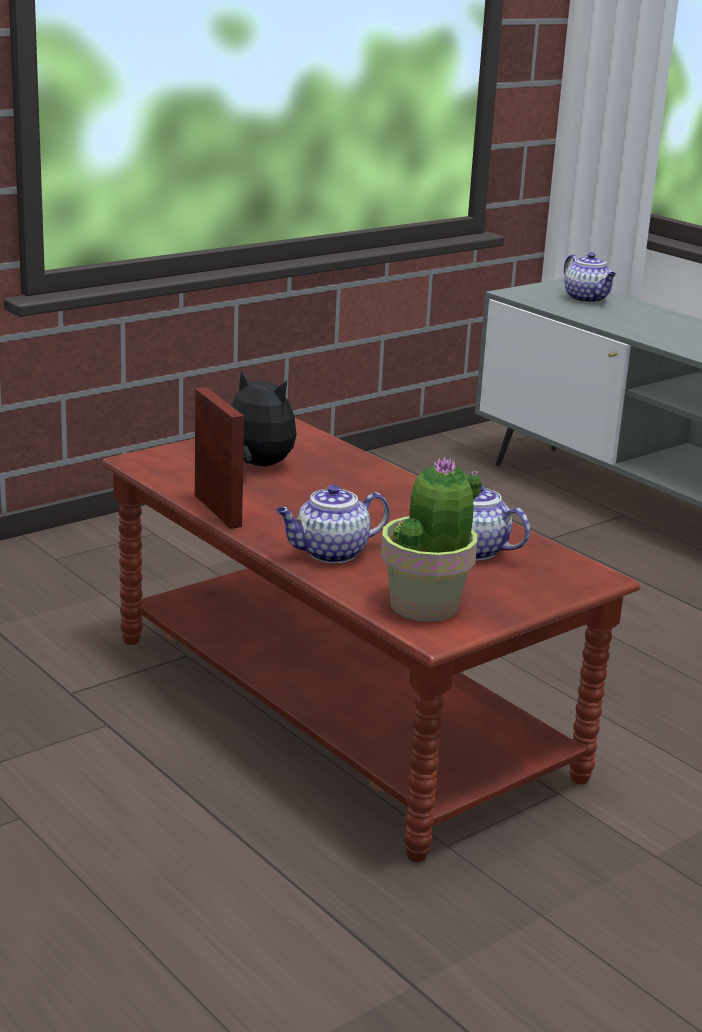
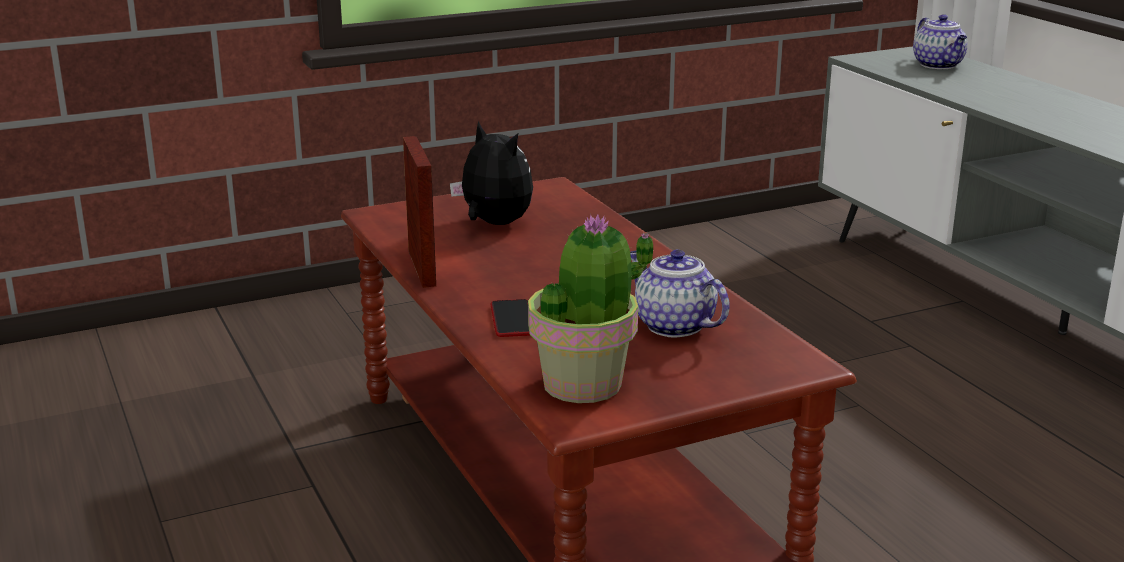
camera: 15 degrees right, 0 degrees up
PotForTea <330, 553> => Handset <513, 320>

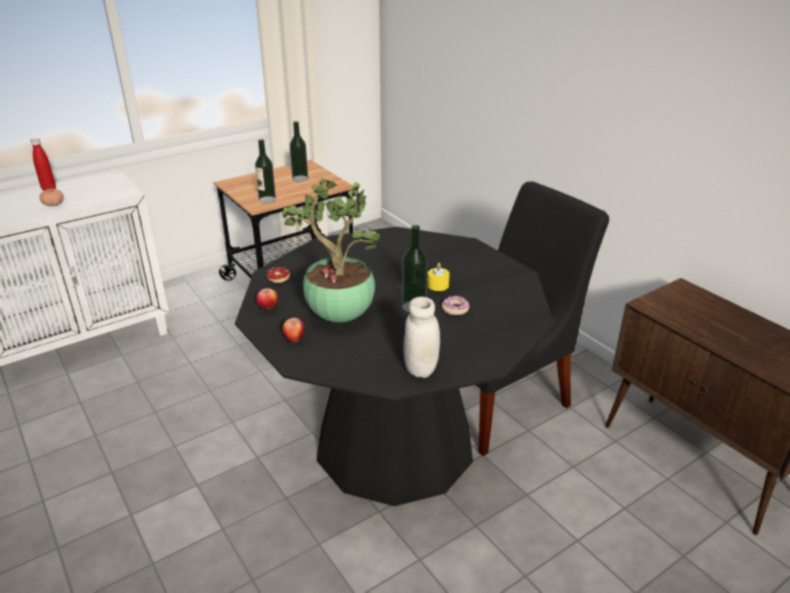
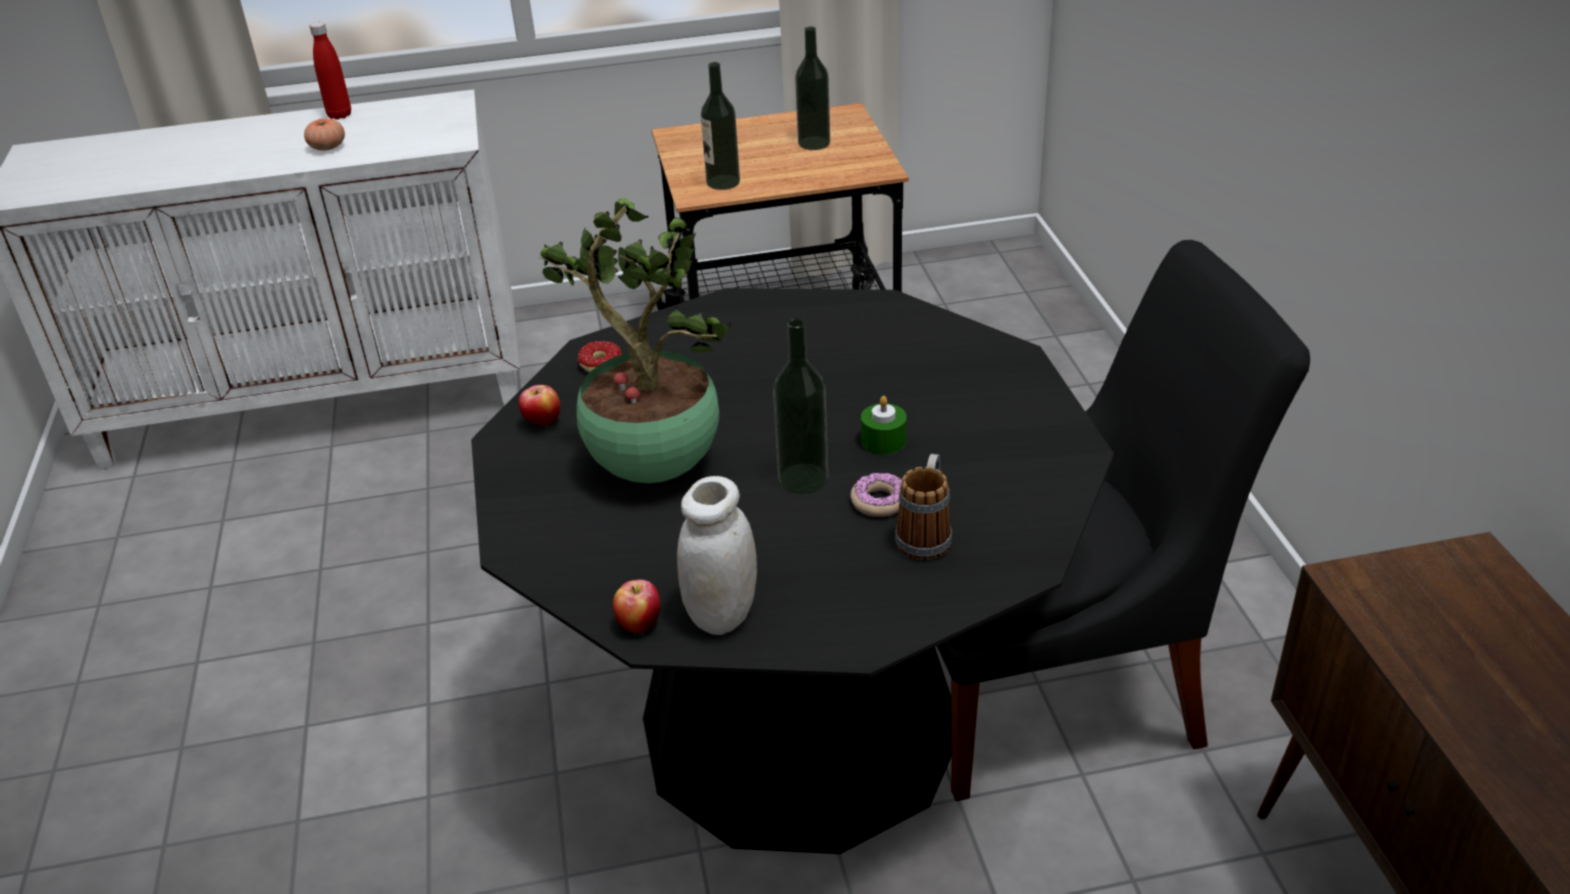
camera: 25 degrees right, 5 degrees up
AppleFruit <294, 339> => AppleFruit <639, 624>, move
YellowWaxLight <438, 285> => GreenWaxLight <883, 440>
nothing => Mug <926, 534>

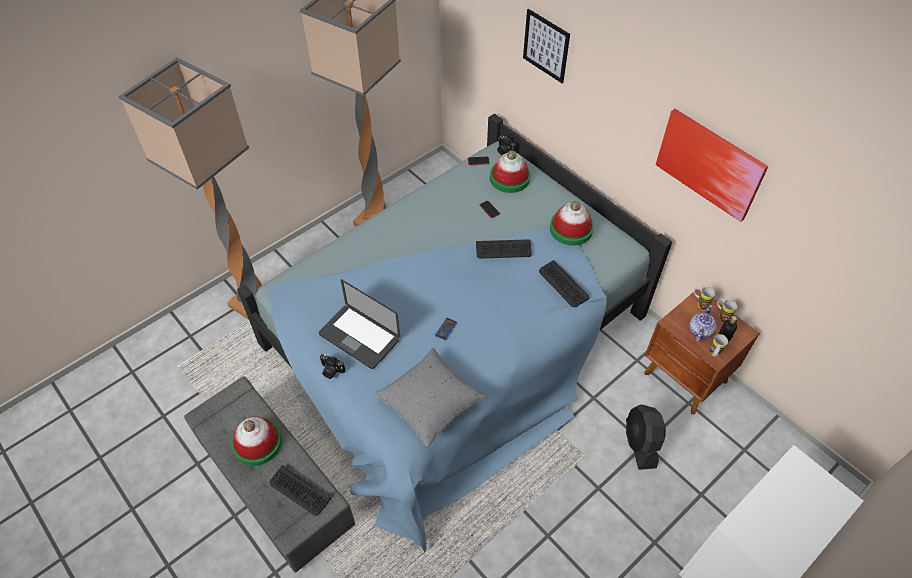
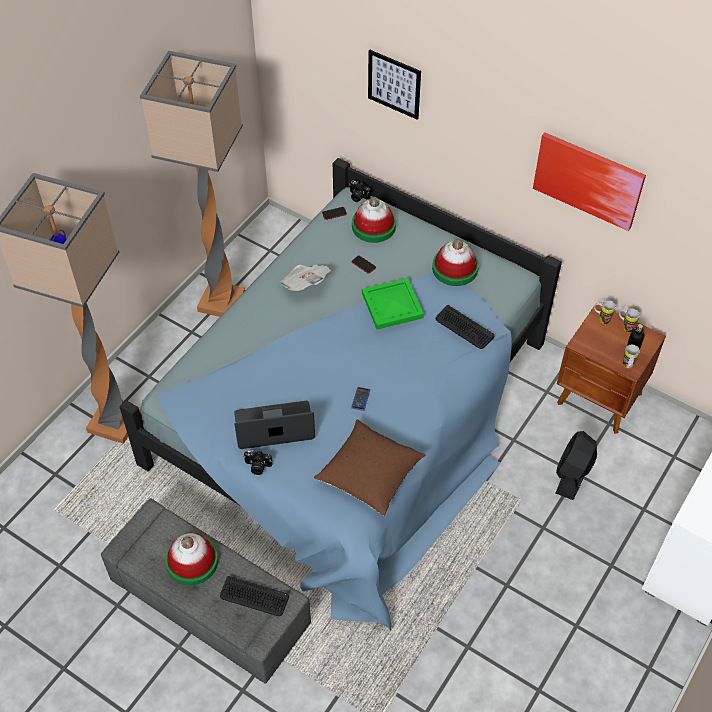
camera: 15 degrees left, 0 degrees up
NotebookComputer <359, 337> => NotebookComputer <274, 426>, 150 degrees clockwise
nothing => Newspaper <305, 285>
GrayPillow <430, 403> => BrownPillow <370, 475>
Keyboard <503, 250> => GreenServingTray <392, 304>
BlackColouredFan <640, 444> => BlackColouredFan <572, 474>, 45 degrees clockwise
PotForTea <699, 331> => nothing

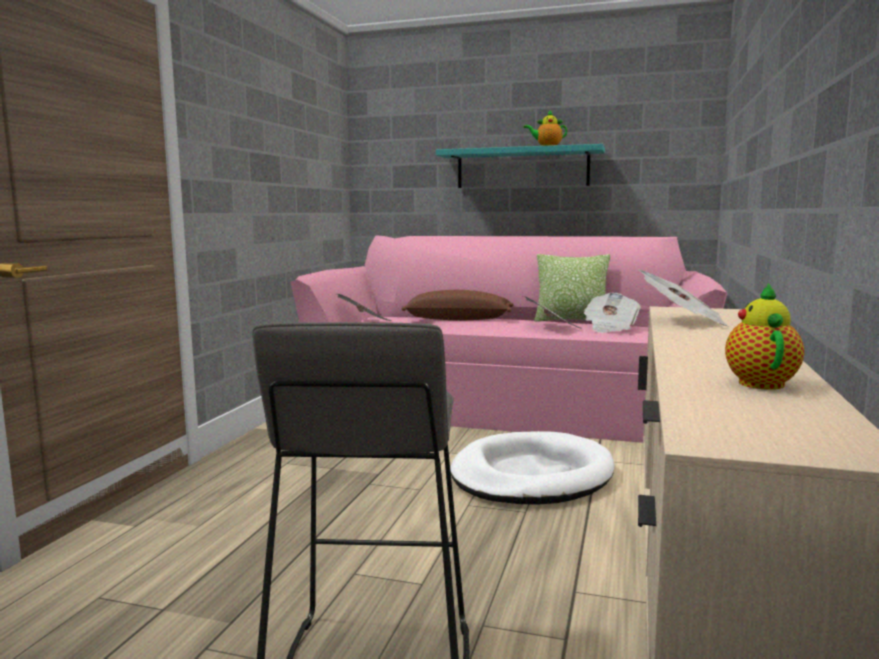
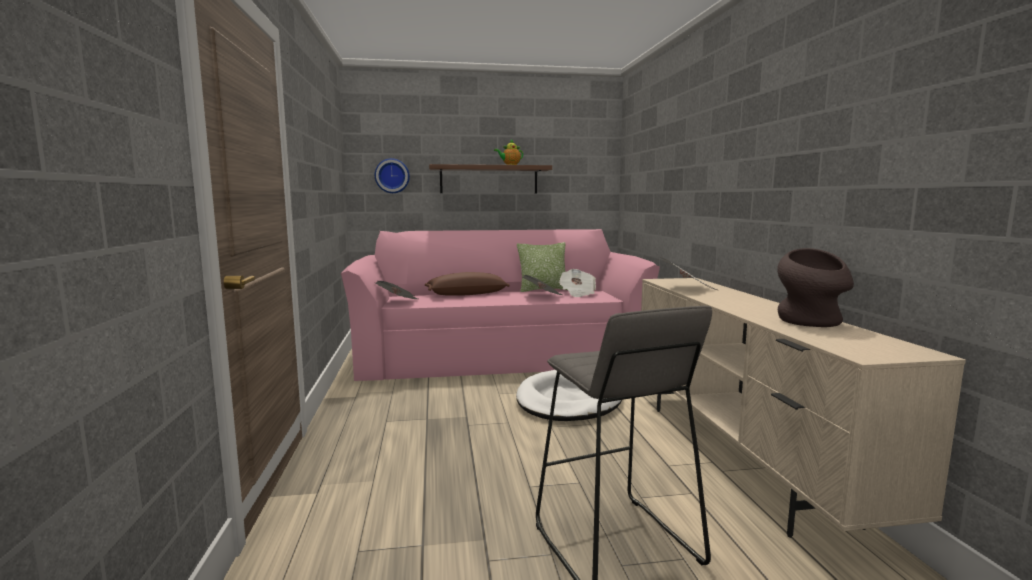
camera: 25 degrees left, 0 degrees up
nothing => WallClock <392, 176>
TurquoiseBracketShelf <522, 168> => BrownBracketShelf <489, 179>
PotForTea <759, 382> => BrownVase <810, 322>

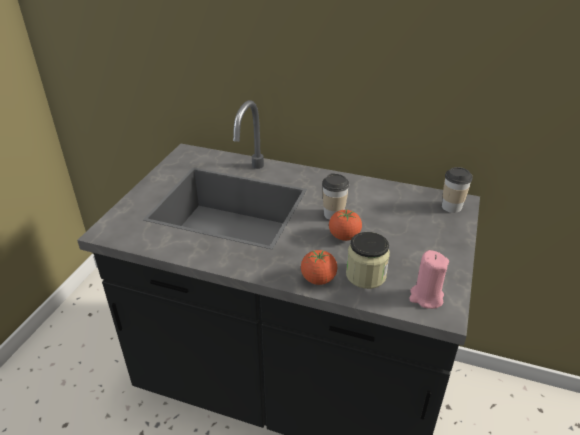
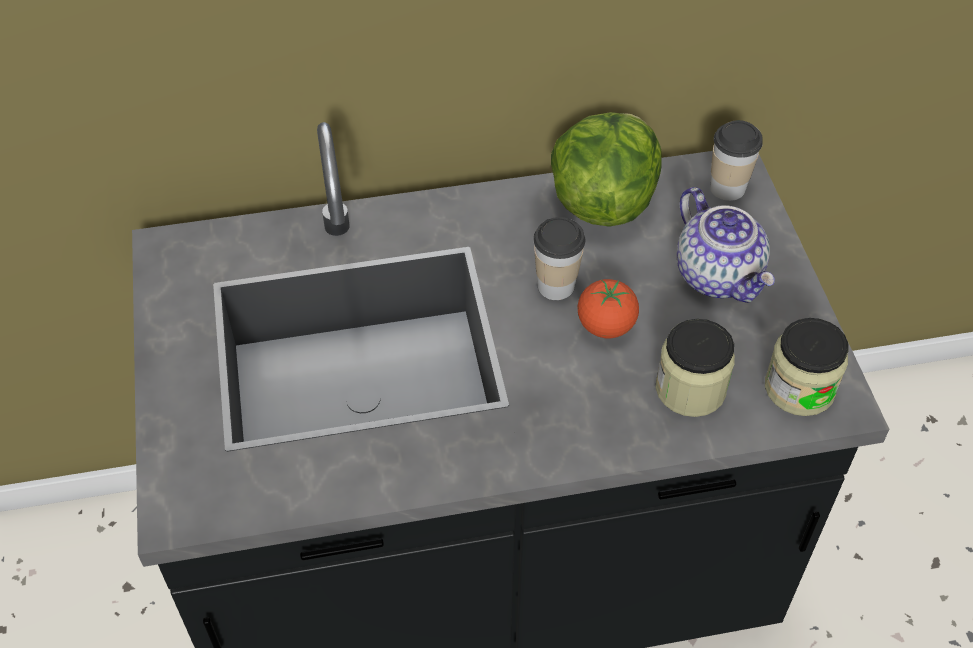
camera: 30 degrees left, 15 degrees up
nothing => HeadOfLettuce <603, 201>
nothing => PotForTea <719, 275>
PinkColouredWaxLight <426, 297> => Jar <799, 388>
WholeTomato <318, 279> => nothing

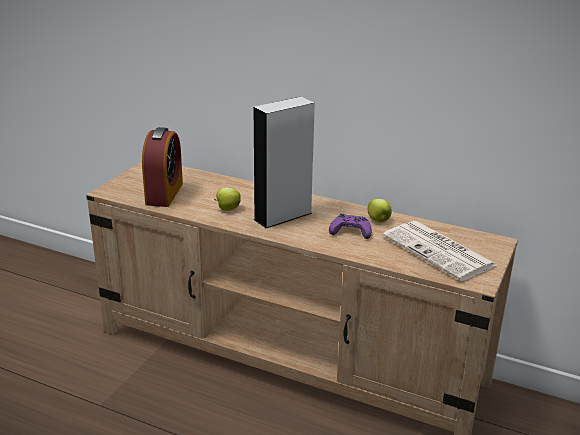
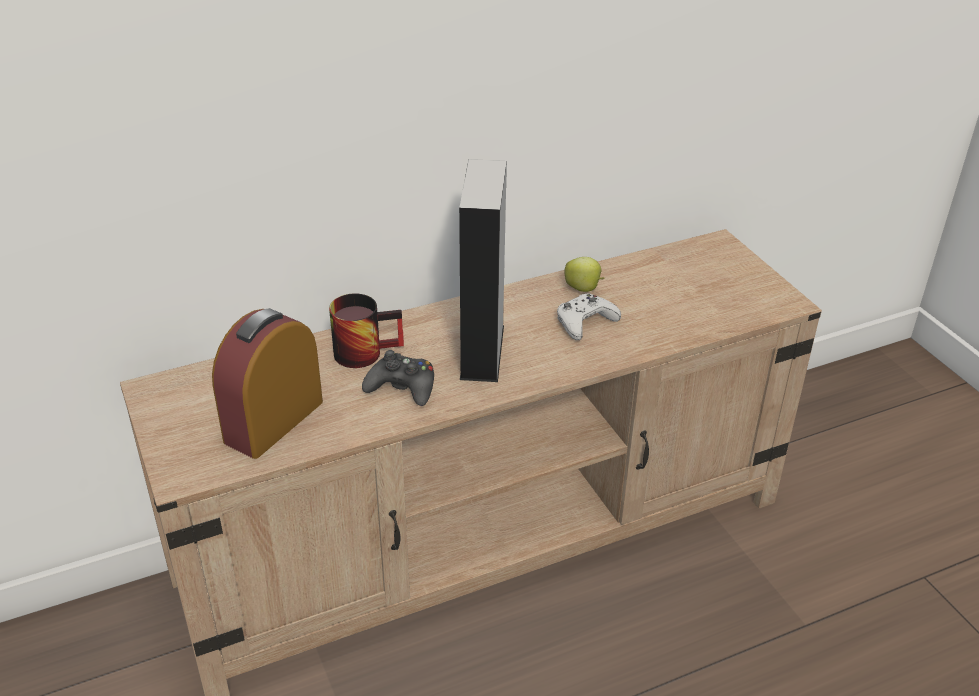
camera: 50 degrees left, 10 degrees up
TableClock <164, 193> => TableClock <274, 421>, 105 degrees counterclockwise
nothing => Mug <365, 350>
AppleFruit <227, 209> => BlackColouredJoypad <402, 387>
PurplishJoypad <350, 231> => WhitishJoypad <585, 322>
Newspaper <440, 251> => nothing

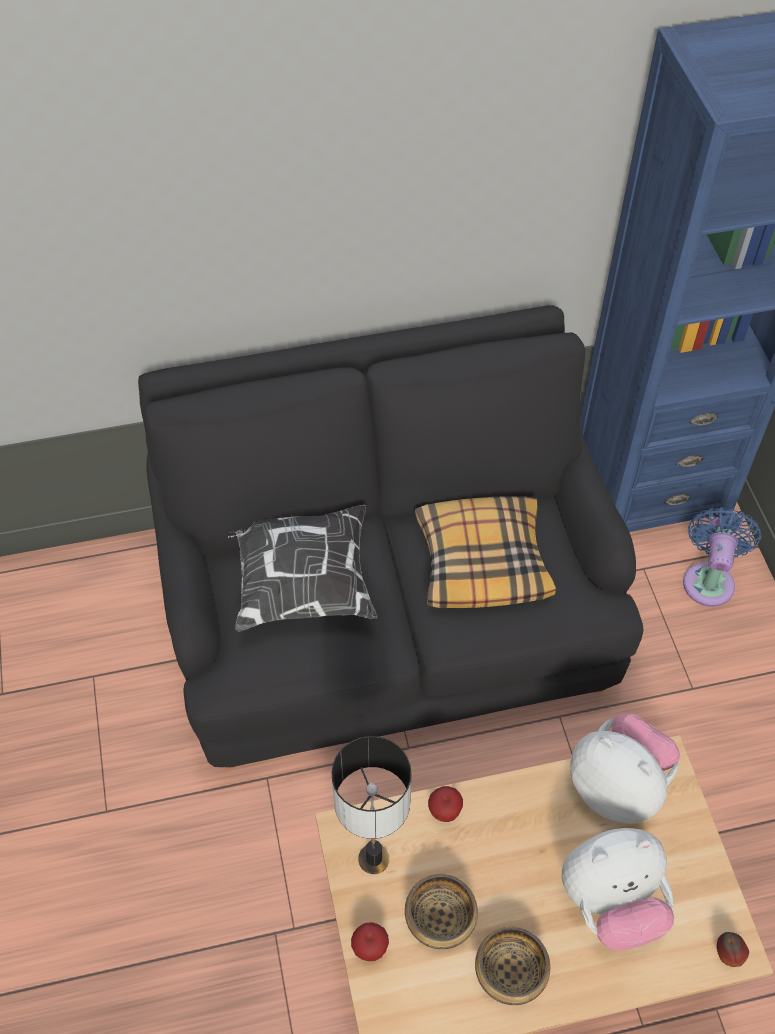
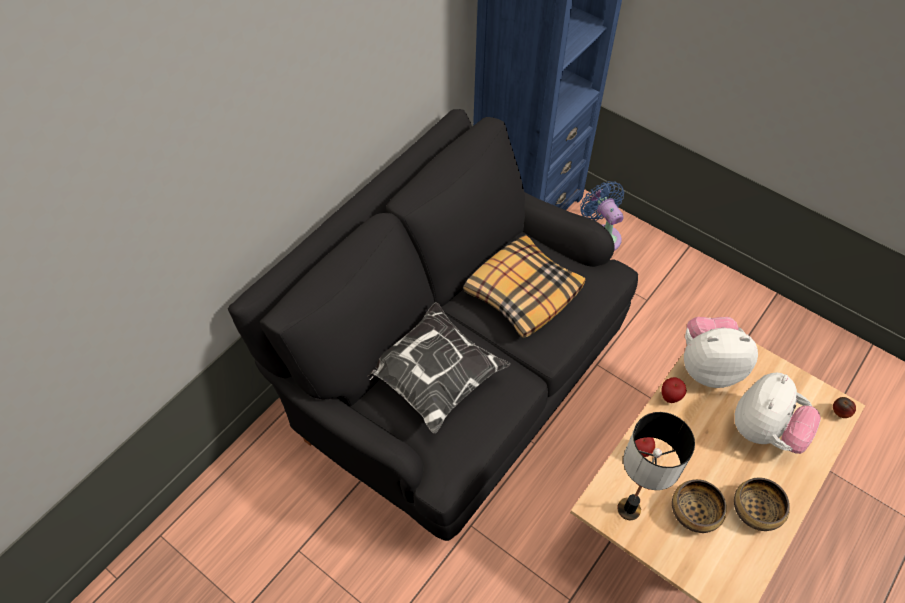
camera: 40 degrees left, 0 degrees up
AppleFruit <370, 948> => AppleFruit <670, 397>, move

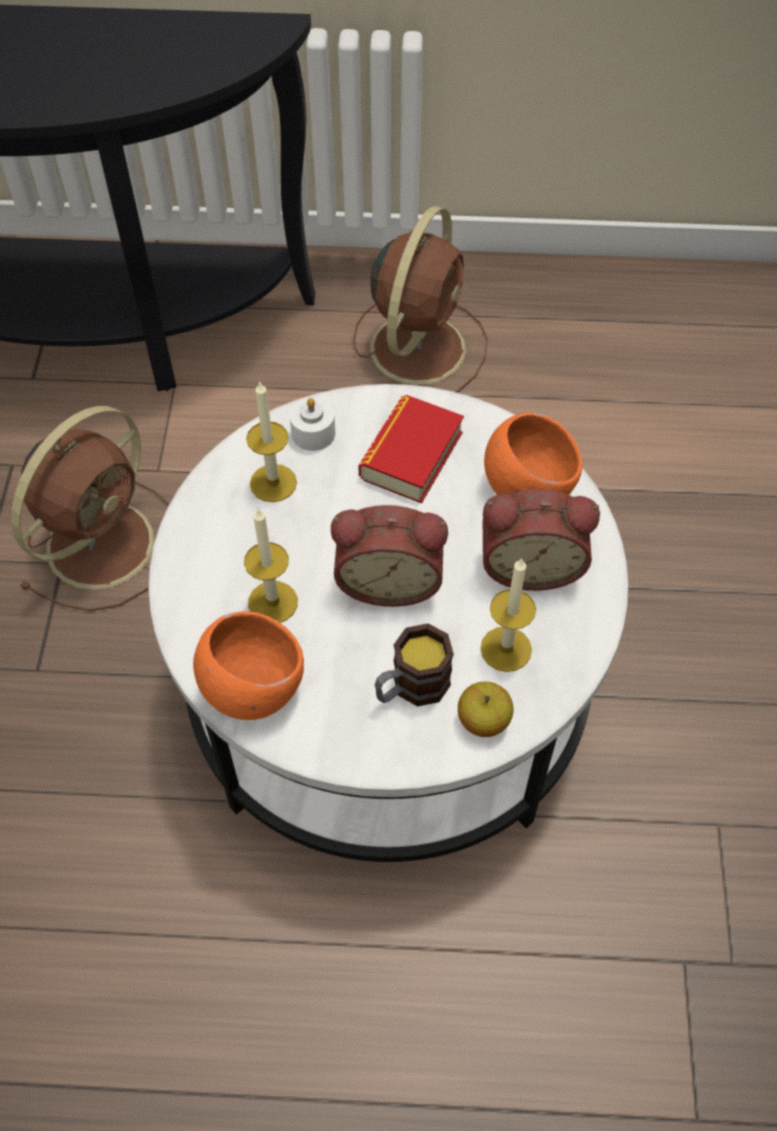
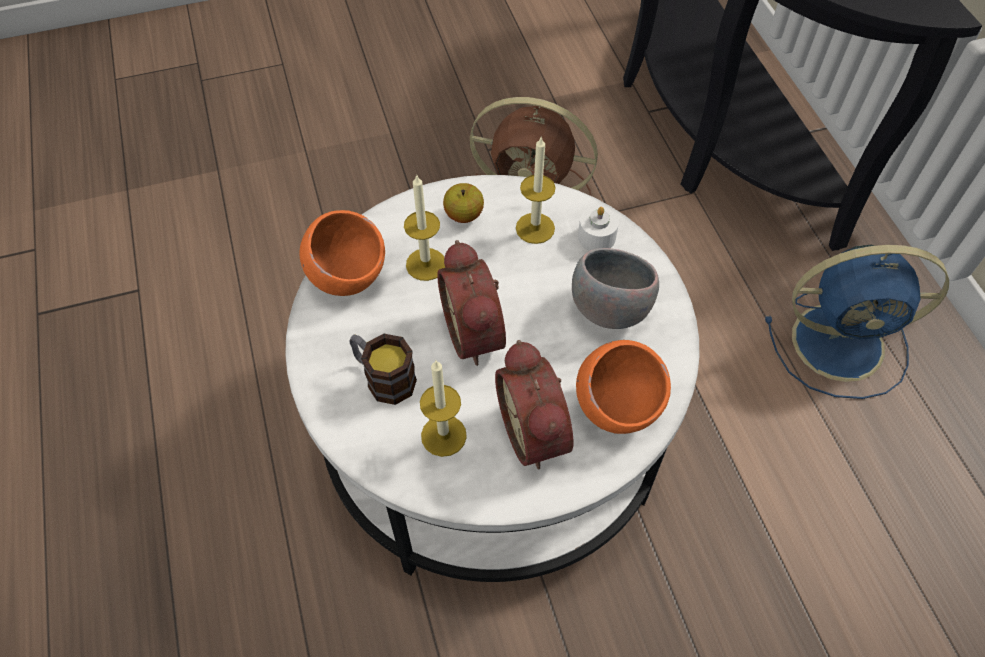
camera: 70 degrees right, 0 degrees up
AppleFruit <483, 720> => AppleFruit <464, 215>, move
Volume <411, 455> => GrayBowl <609, 310>
BrownFan <419, 345> => BlueColouredFan <842, 342>

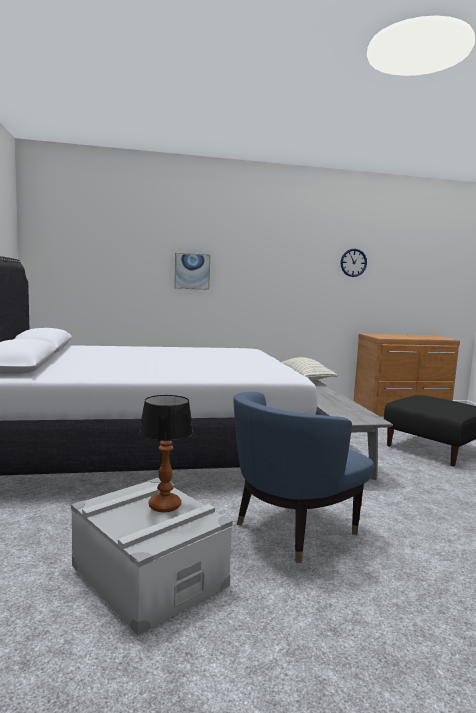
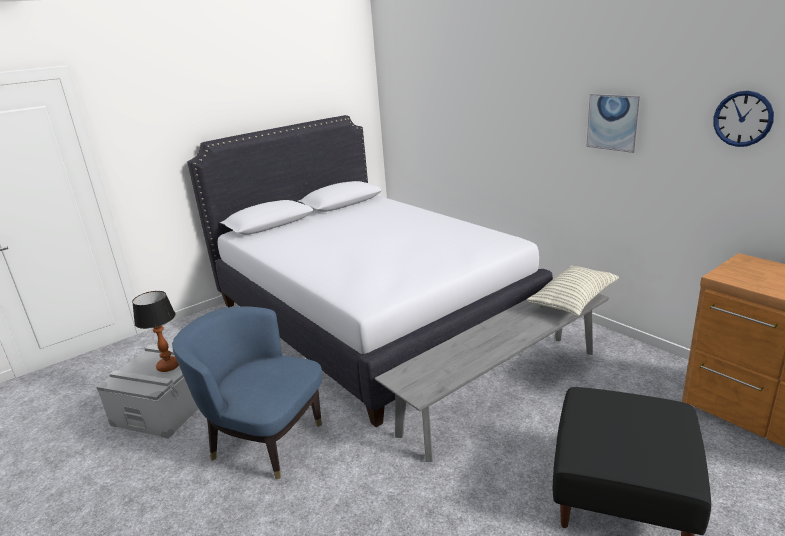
camera: 65 degrees right, 15 degrees up
Picture <192, 271> => Picture <613, 122>, move

